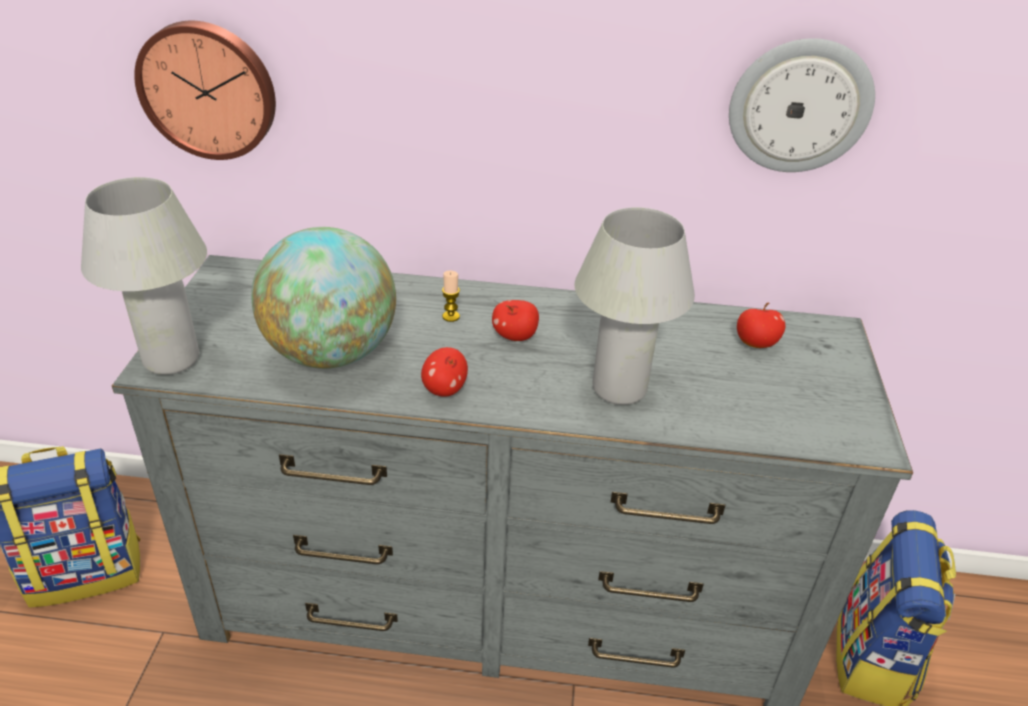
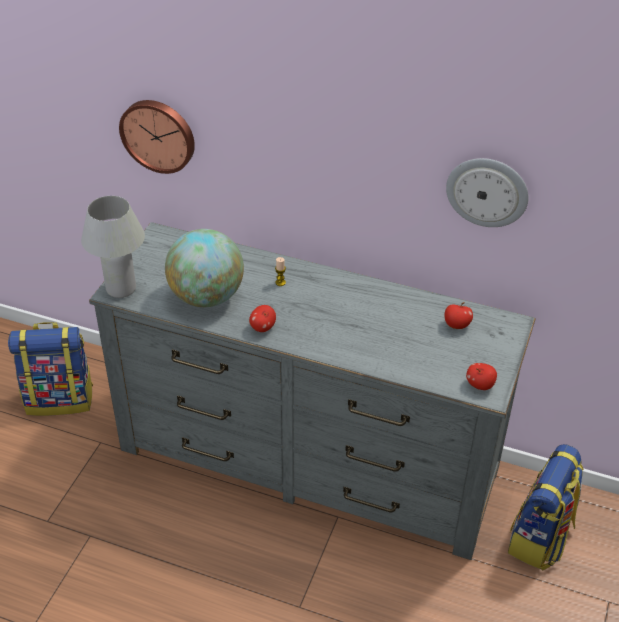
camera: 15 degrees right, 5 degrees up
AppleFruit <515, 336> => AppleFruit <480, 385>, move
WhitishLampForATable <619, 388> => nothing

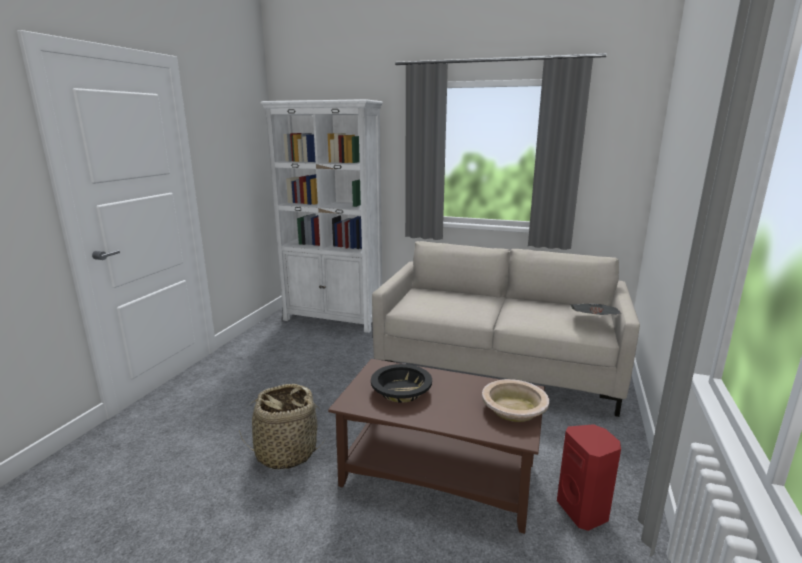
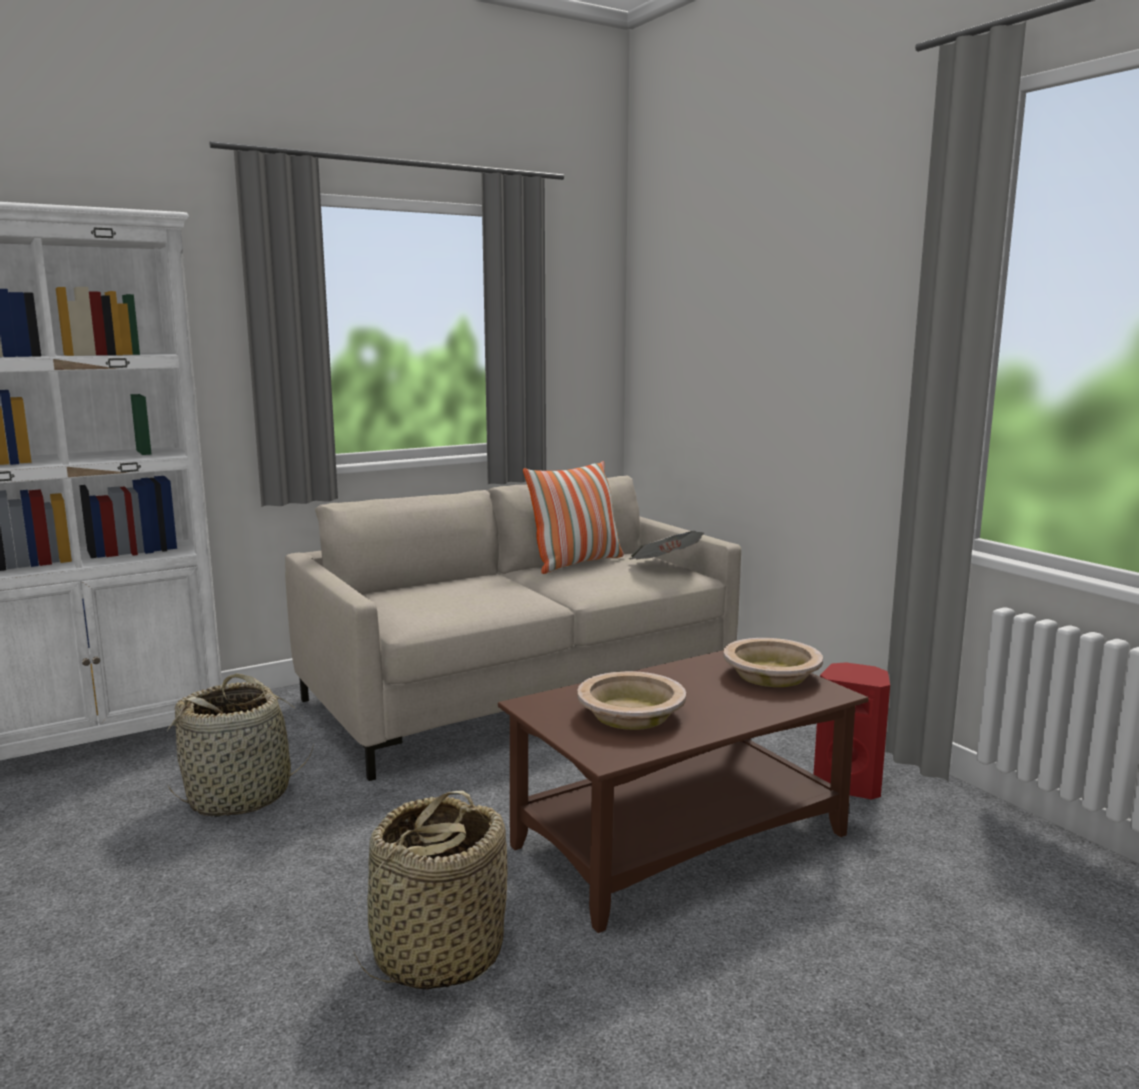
camera: 50 degrees left, 5 degrees down
nothing => Basket <240, 796>
nothing => Pillow <576, 563>
BlackColouredBowl <401, 391> => SandColouredBowl <631, 714>

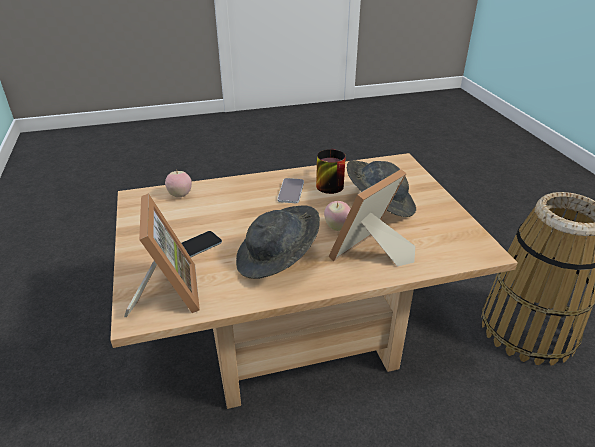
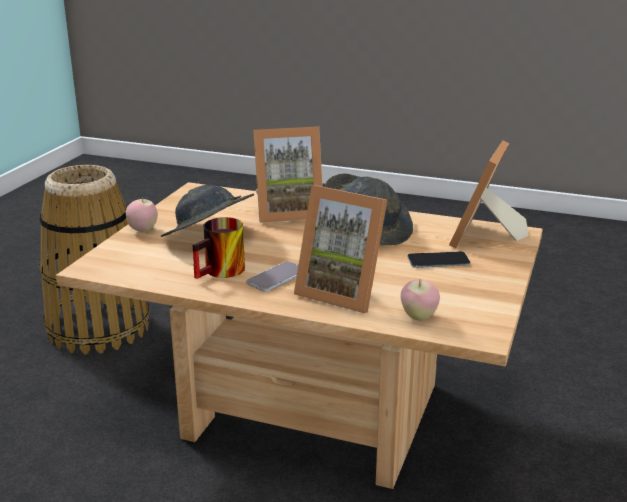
camera: 145 degrees left, 10 degrees down
AppleFruit <337, 227> => AppleFruit <143, 230>, move
nothing => PhotoFrame <343, 292>

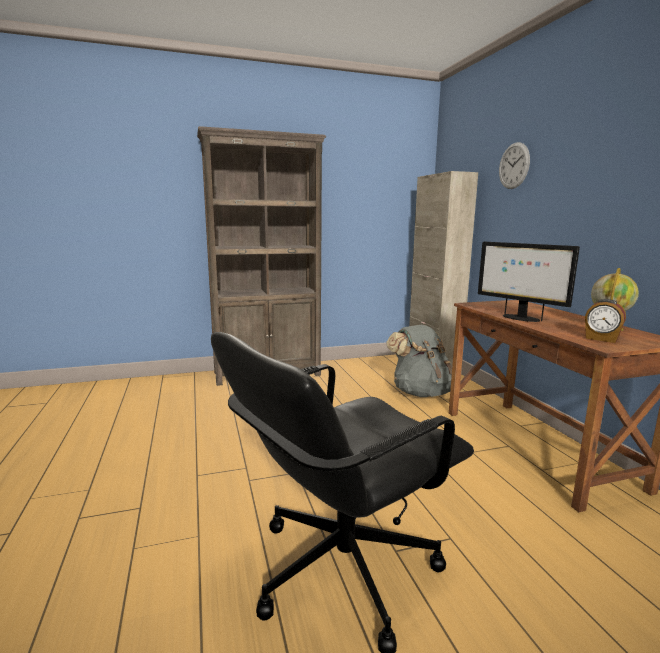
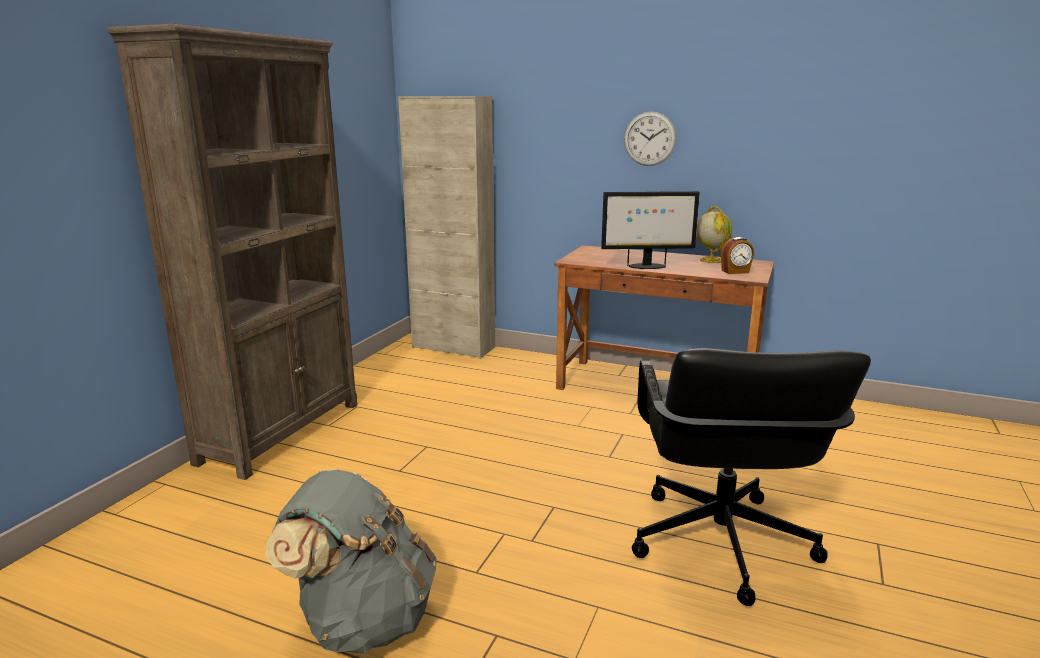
camera: 50 degrees left, 5 degrees up
GrayKnapsack <420, 392> => GrayKnapsack <363, 619>, move
WallClock <514, 166> => WallClock <649, 139>, move

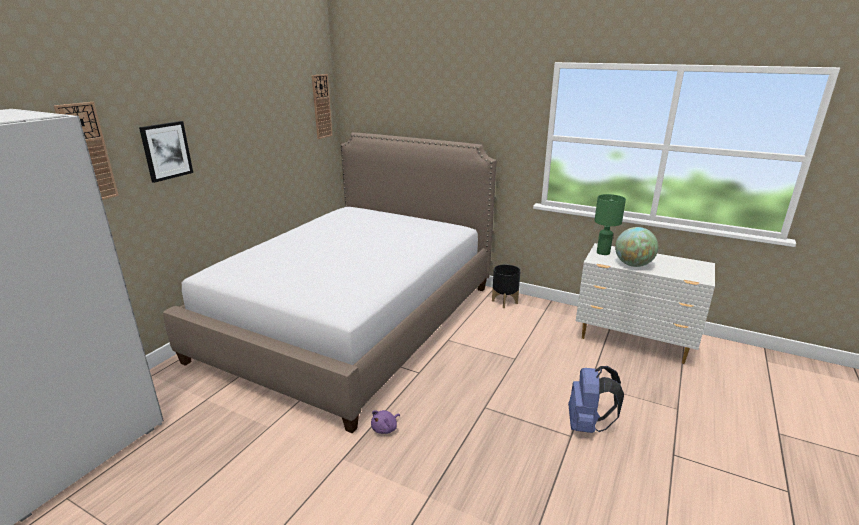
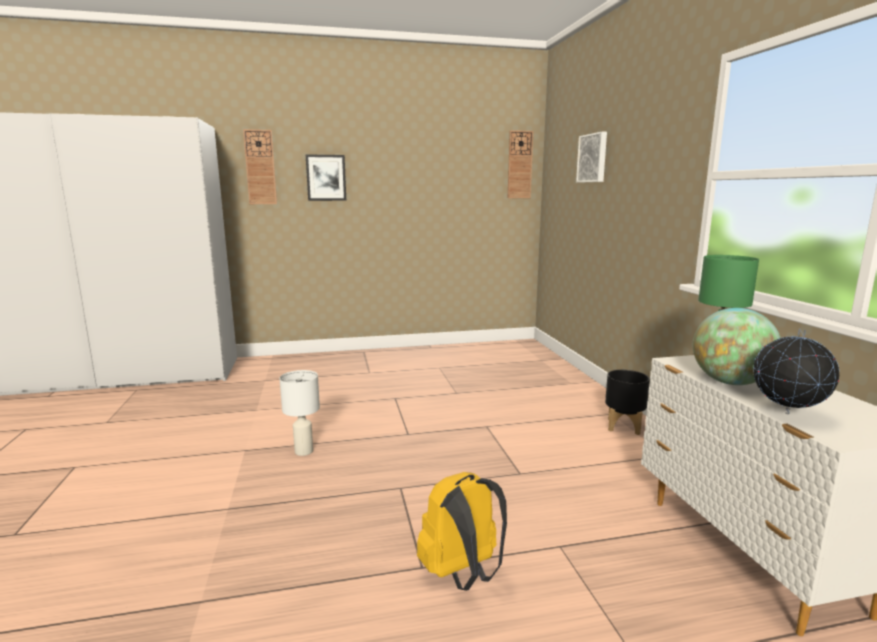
camera: 50 degrees right, 10 degrees down
PurplishCuddlyToy <385, 428> => WhitishLampForATable <304, 451>
BlueColouredKnapsack <587, 425> => YellowKnapsack <463, 574>
nothing => Picture <593, 158>
nothing => DeskGlobe <787, 414>
SleepingBed <354, 321> => nothing

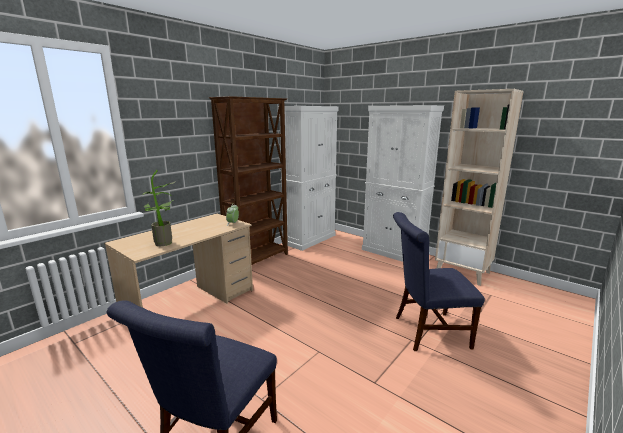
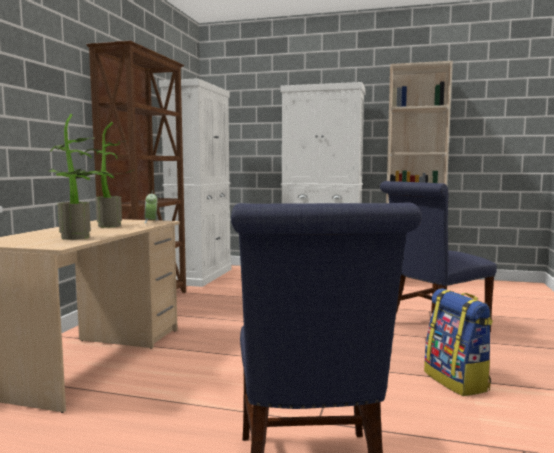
camera: 25 degrees left, 10 degrees down
nothing => Houseplant <106, 226>
nothing => Knapsack <457, 381>

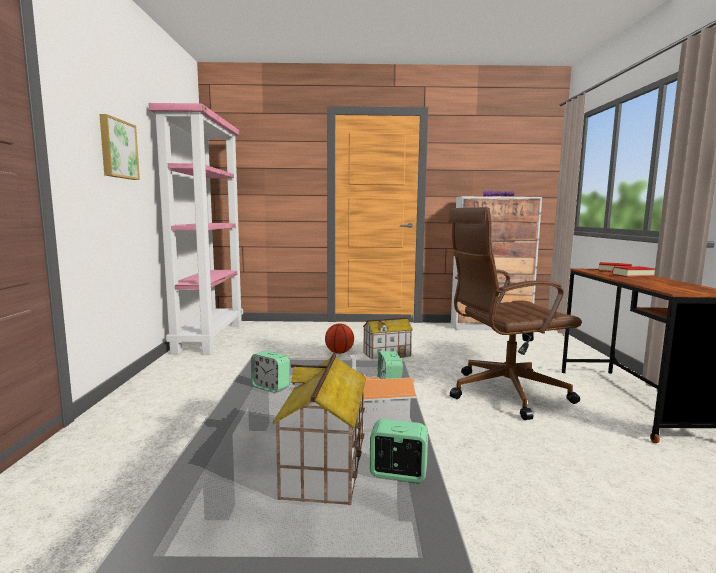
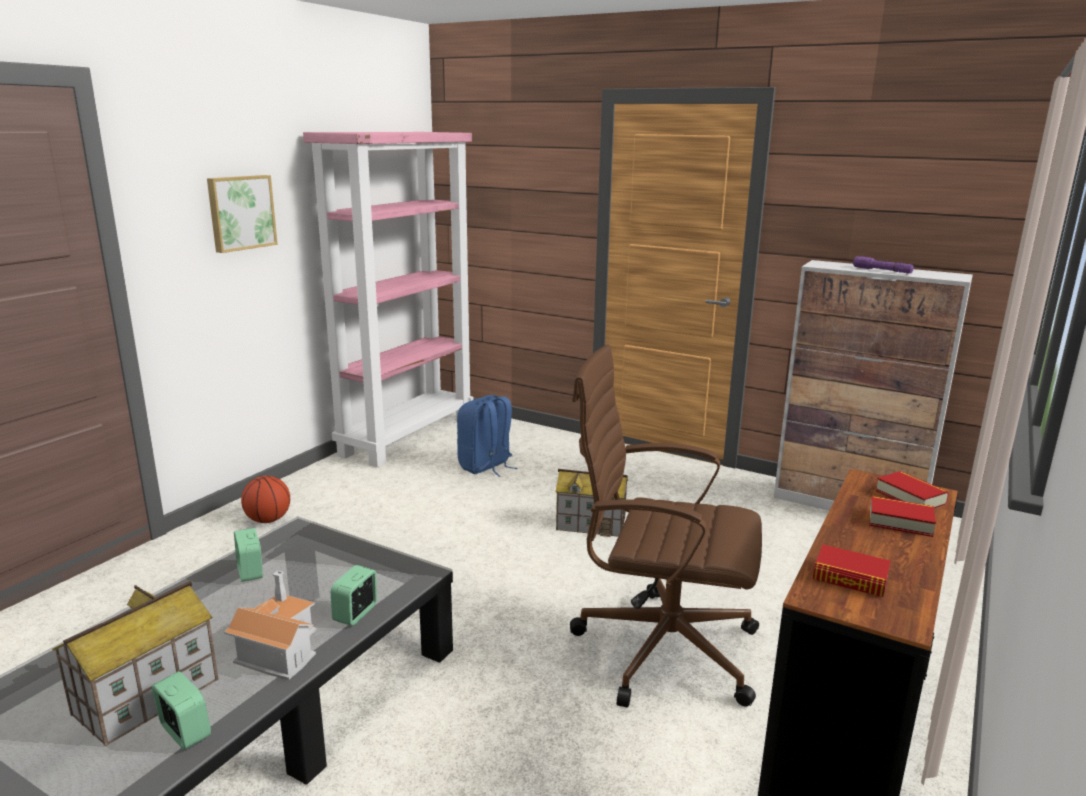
camera: 30 degrees right, 10 degrees up
BallForBasketball <339, 352> => BallForBasketball <268, 520>, move
nothing => BlueColouredKnapsack <486, 466>
nothing => Volume <850, 578>

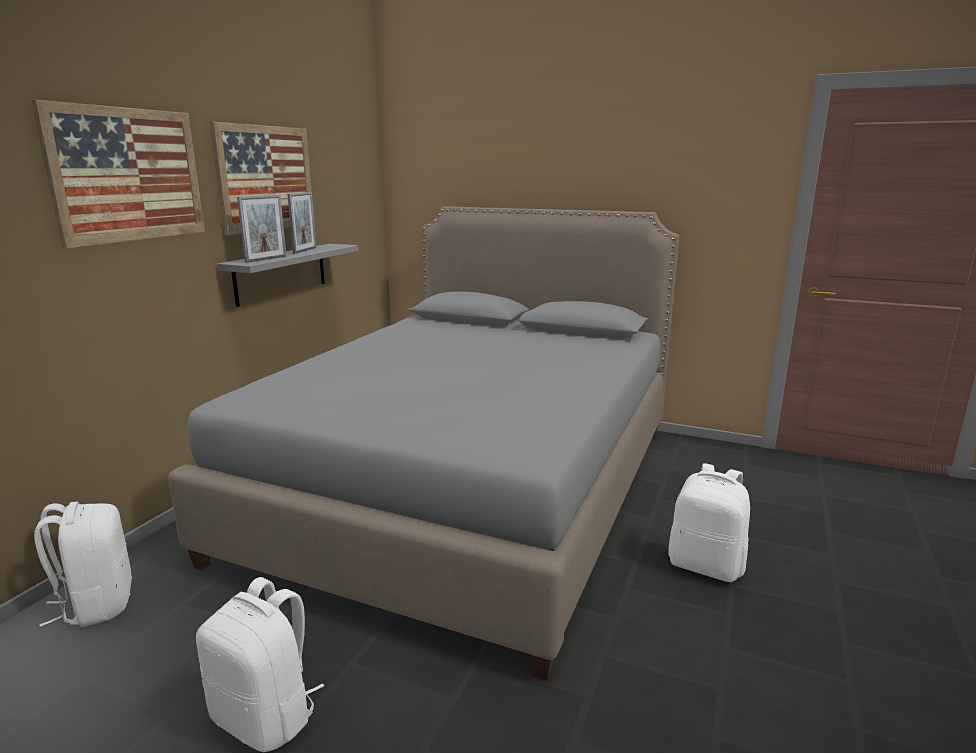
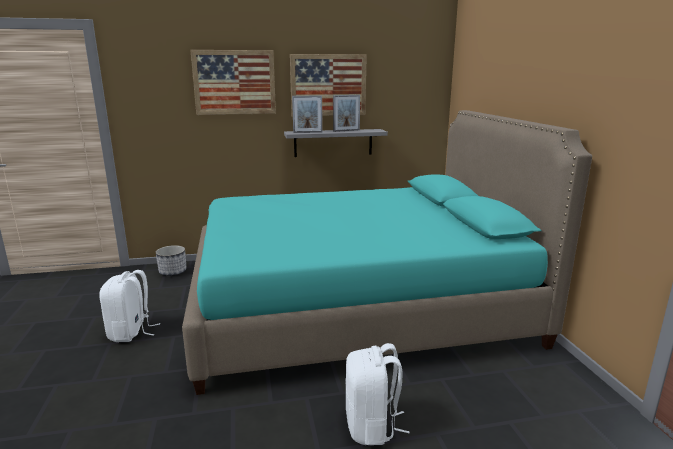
camera: 55 degrees right, 0 degrees up
WhitishKnapsack <97, 604> => FlowerPot <173, 272>
GraySleepingBed <470, 488> => TurquoiseSleepingBed <356, 307>

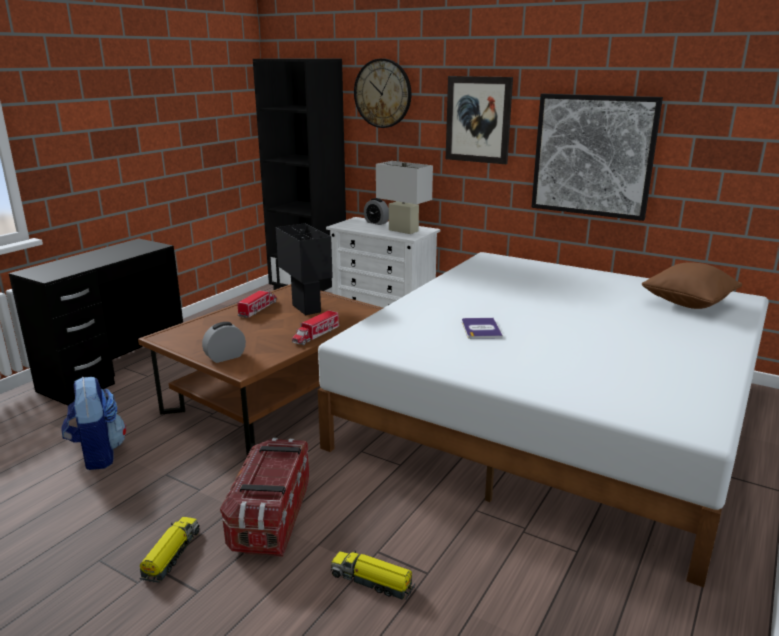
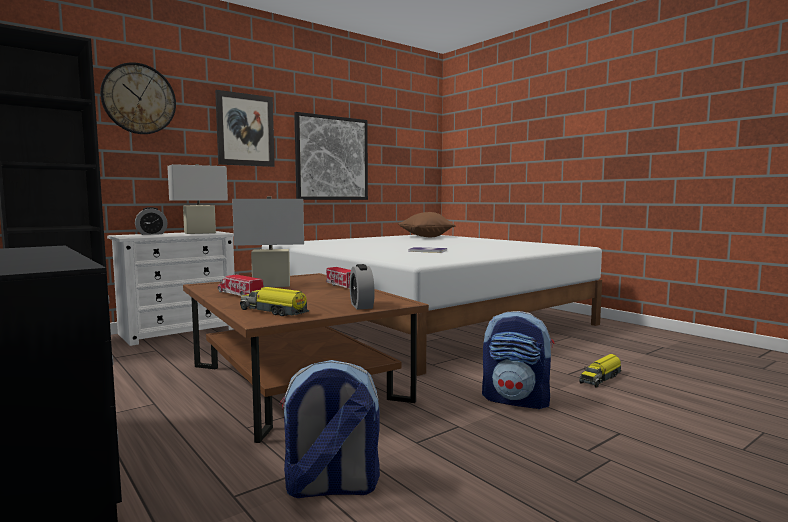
camera: 70 degrees left, 15 degrees down
BlackColouredLampForATable <306, 308> => WhitishLampForATable <271, 285>
ModelTruck <171, 555> => ModelTruck <274, 312>, move
StorageBox <271, 517> => Knapsack <517, 400>

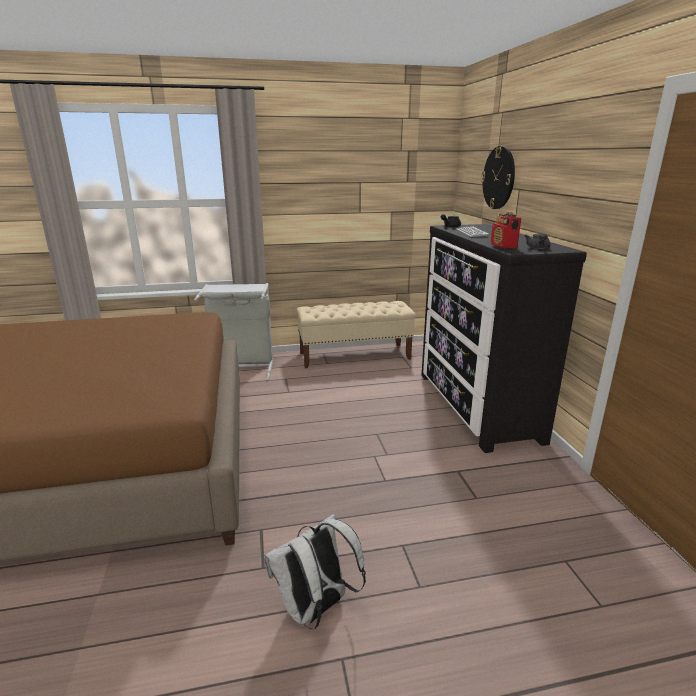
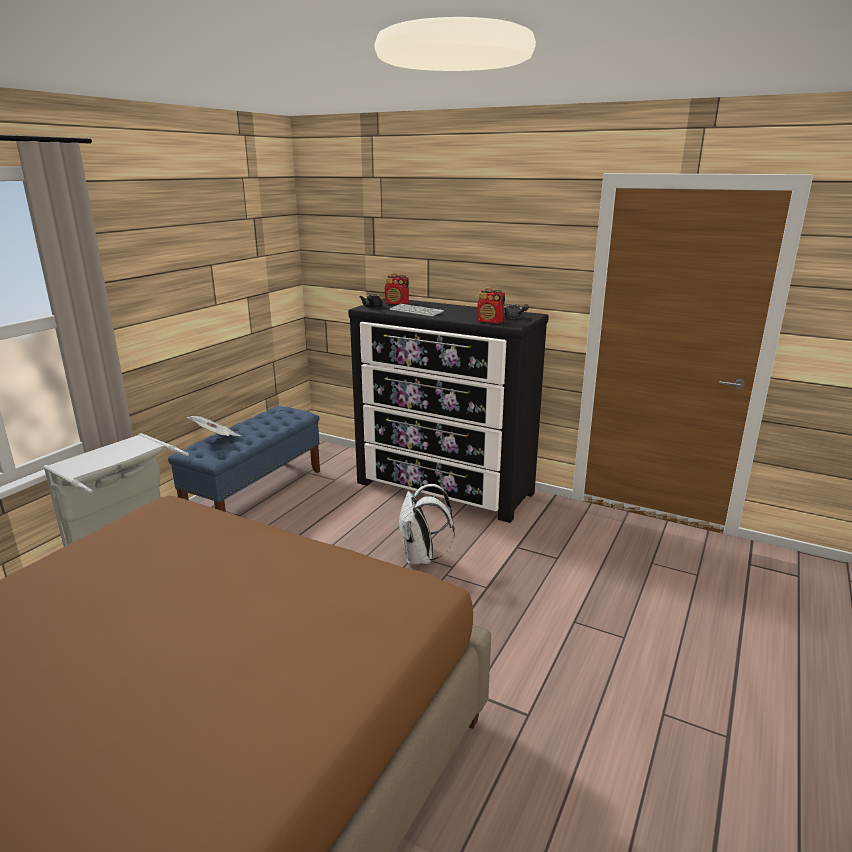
camera: 50 degrees left, 0 degrees up
SandColouredLongSeat <355, 356> => BlueColouredLongSeat <256, 493>
nothing => Newspaper <216, 438>
nothing => Radio <397, 303>
WhitishKnapsack <315, 609> => WhitishKnapsack <421, 558>, move
WallClock <499, 178> => nothing

